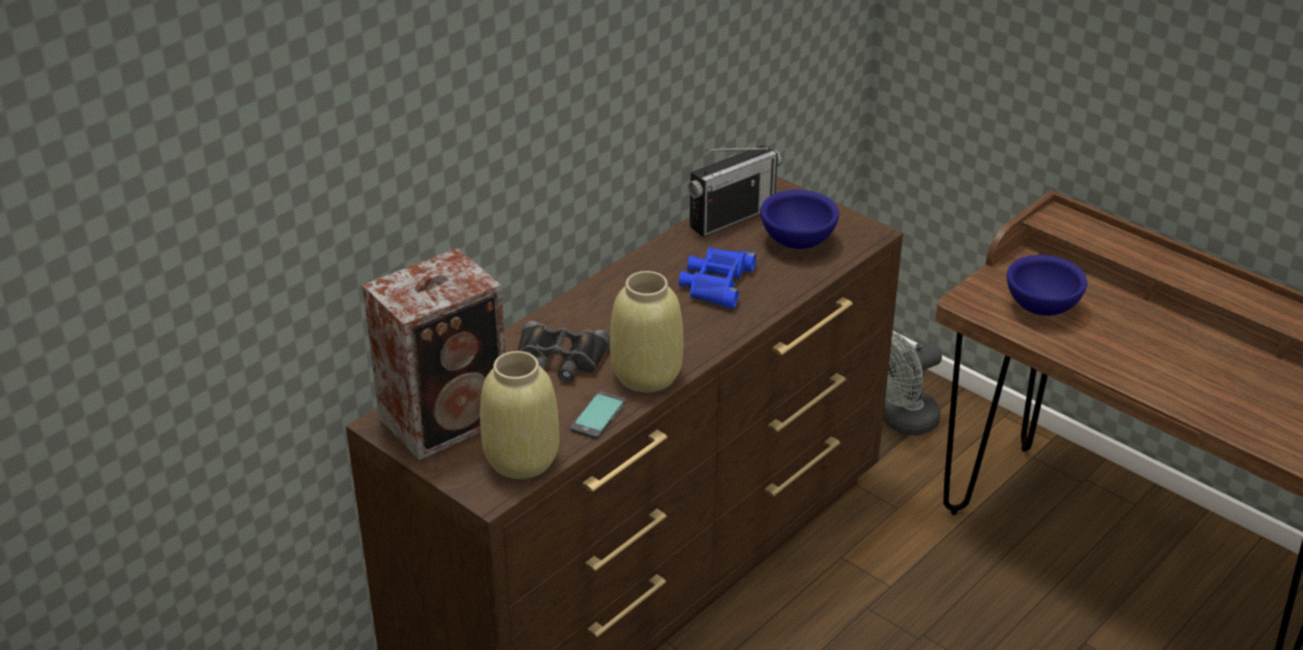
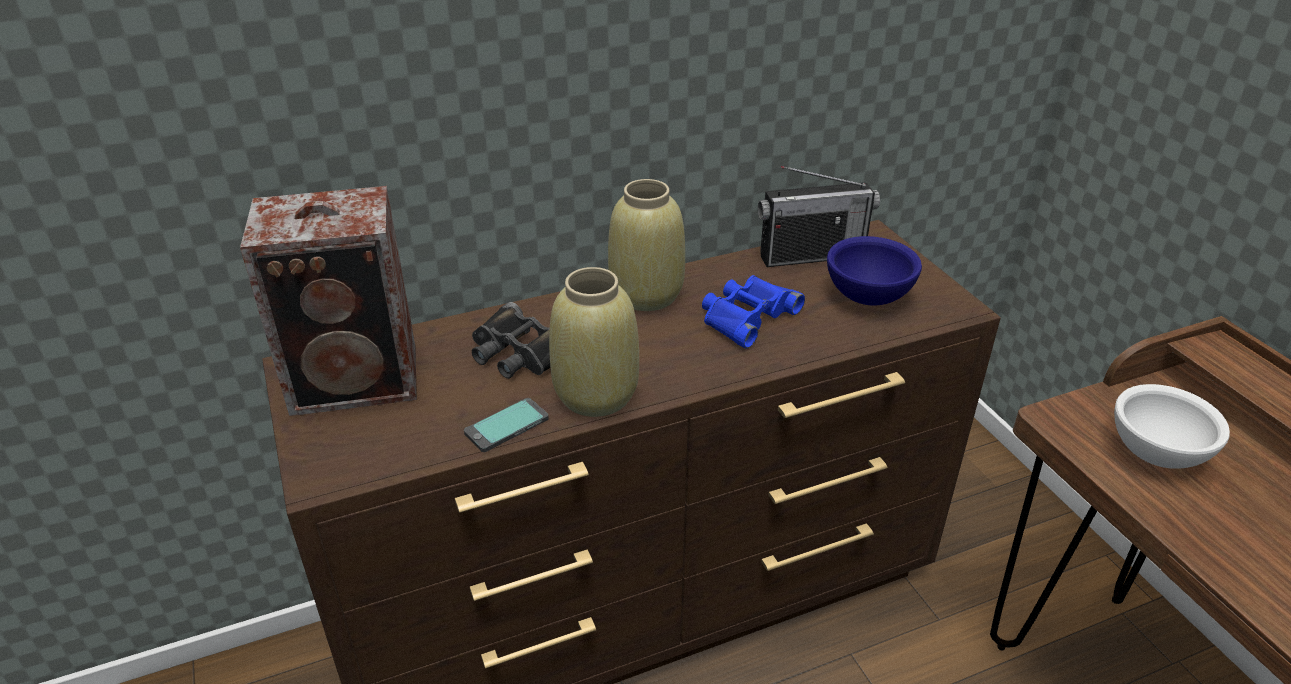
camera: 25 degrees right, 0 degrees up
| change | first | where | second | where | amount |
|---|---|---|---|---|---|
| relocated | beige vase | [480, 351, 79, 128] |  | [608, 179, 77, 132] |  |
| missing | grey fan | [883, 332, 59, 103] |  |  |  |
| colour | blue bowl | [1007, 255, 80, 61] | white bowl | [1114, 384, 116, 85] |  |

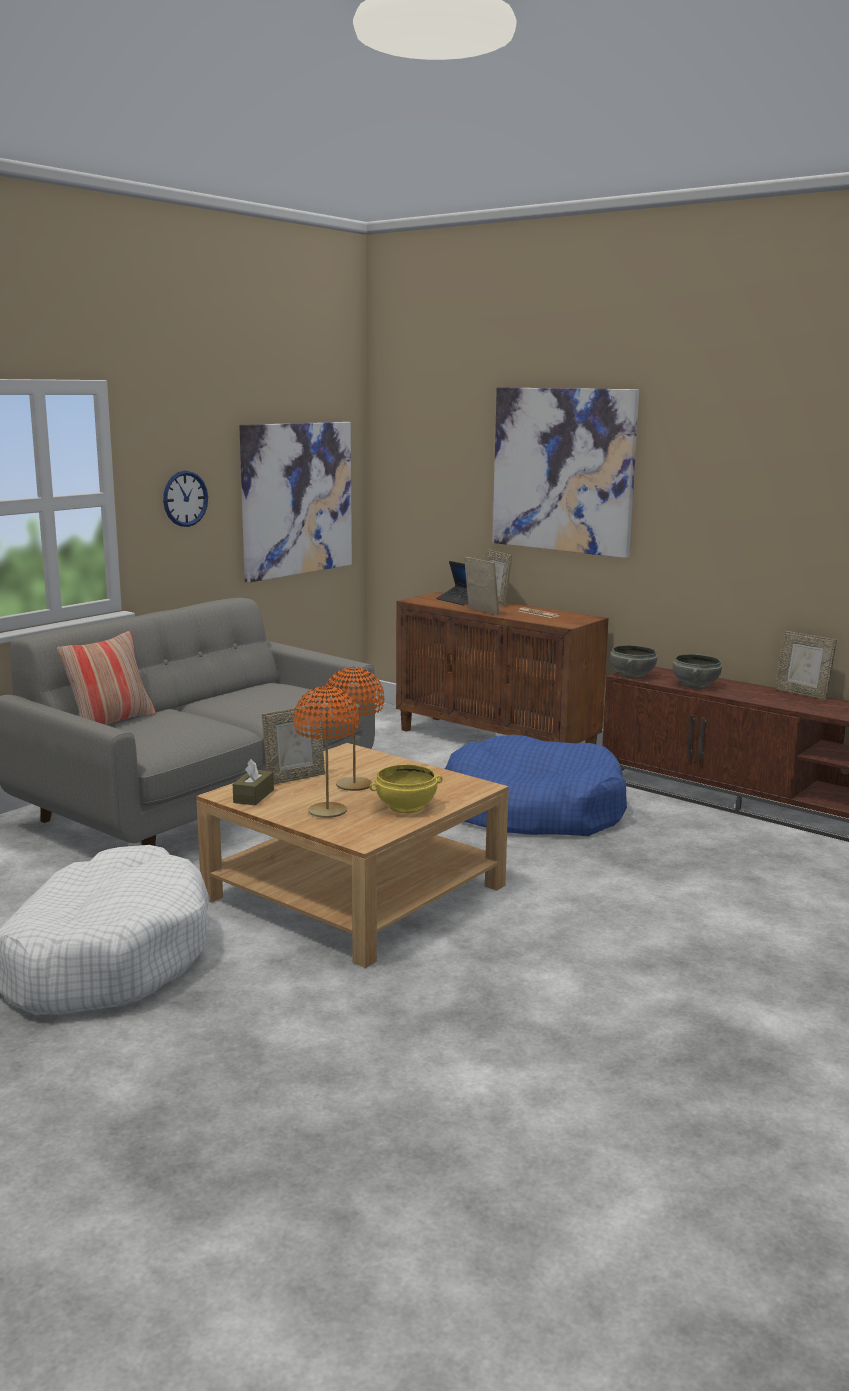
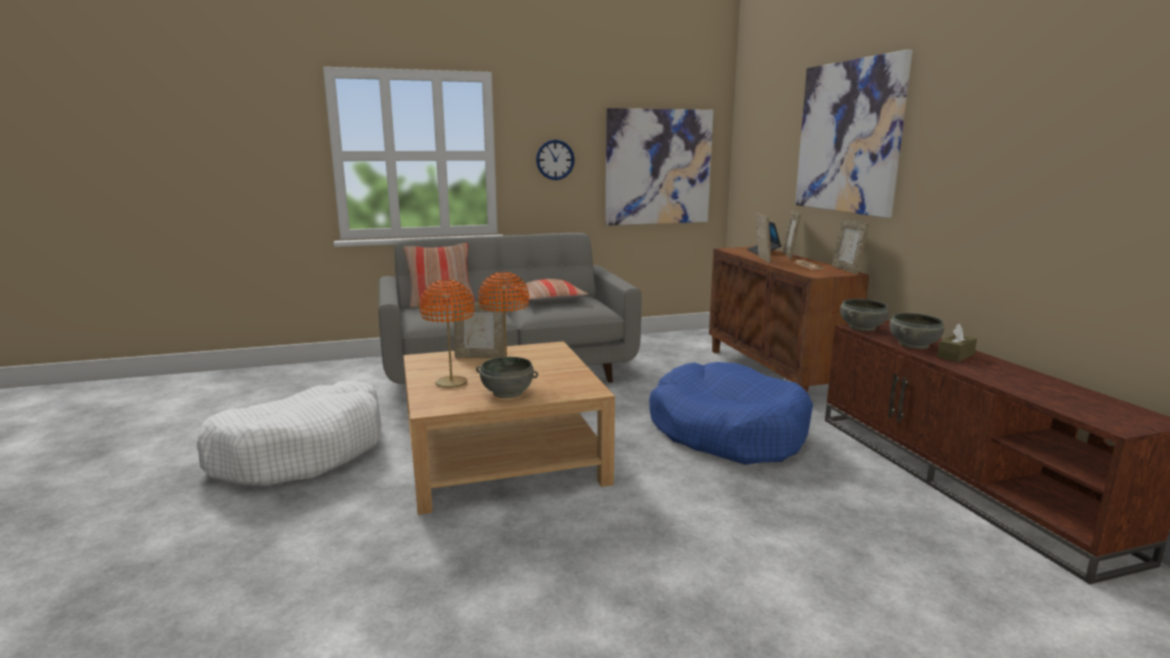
camera: 35 degrees right, 0 degrees up
| change | first | where | second | where | amount |
|---|---|---|---|---|---|
| relocated | brown tissue box | [233, 759, 41, 47] |  | [937, 324, 40, 38] |  |
| colour | yellow bowl | [369, 764, 74, 49] | grey bowl | [476, 357, 62, 41] |  |
| relocated | picture frame | [775, 631, 62, 69] |  | [832, 219, 37, 55] |  |
| appeared |  |  | pillow | [511, 279, 77, 23] |  |

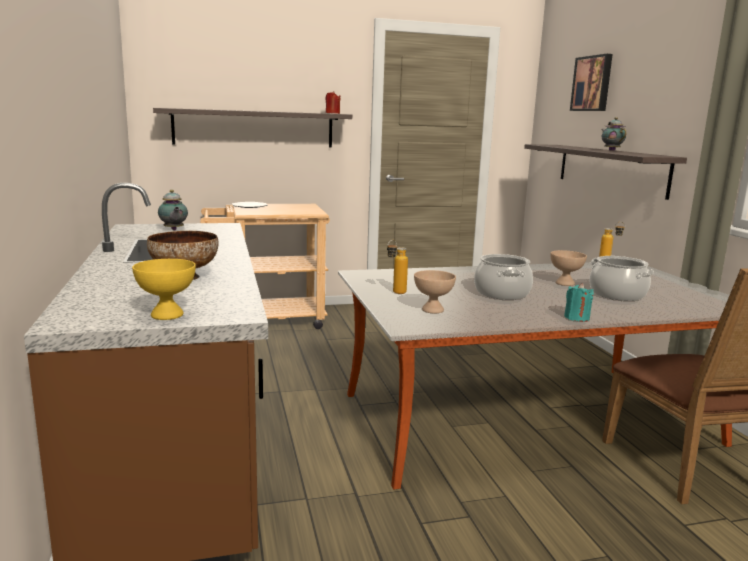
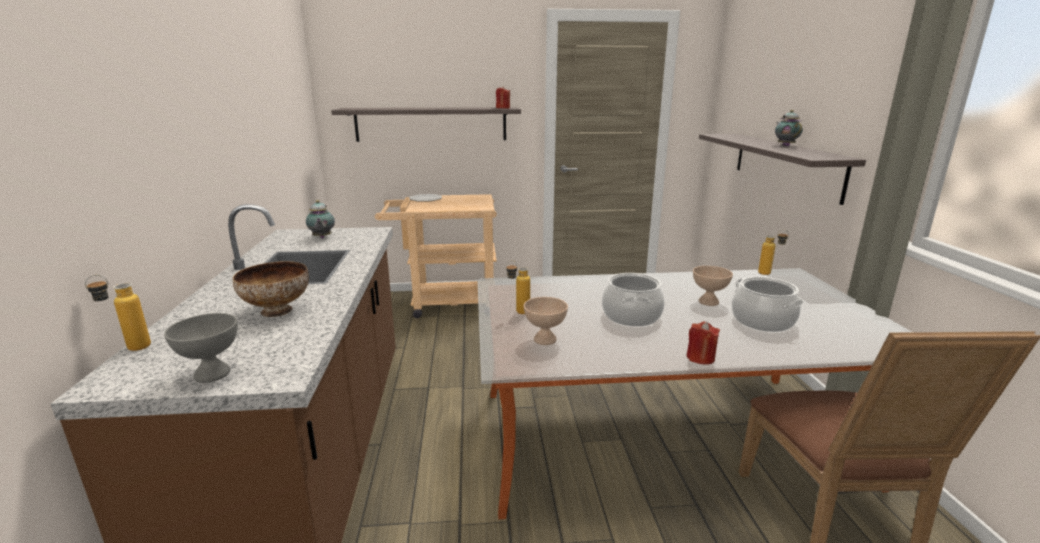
camera: 10 degrees right, 5 degrees up
| change | first | where | second | where | amount |
|---|---|---|---|---|---|
| colour | yellow bowl | [132, 259, 64, 61] | grey bowl | [164, 313, 74, 70] |  |
| colour | turquoise candle | [564, 283, 30, 39] | red candle | [686, 321, 34, 44] |  |
| missing | picture | [570, 54, 43, 57] |  |  |  |
| appeared |  |  | bottle | [85, 275, 66, 76] |  |

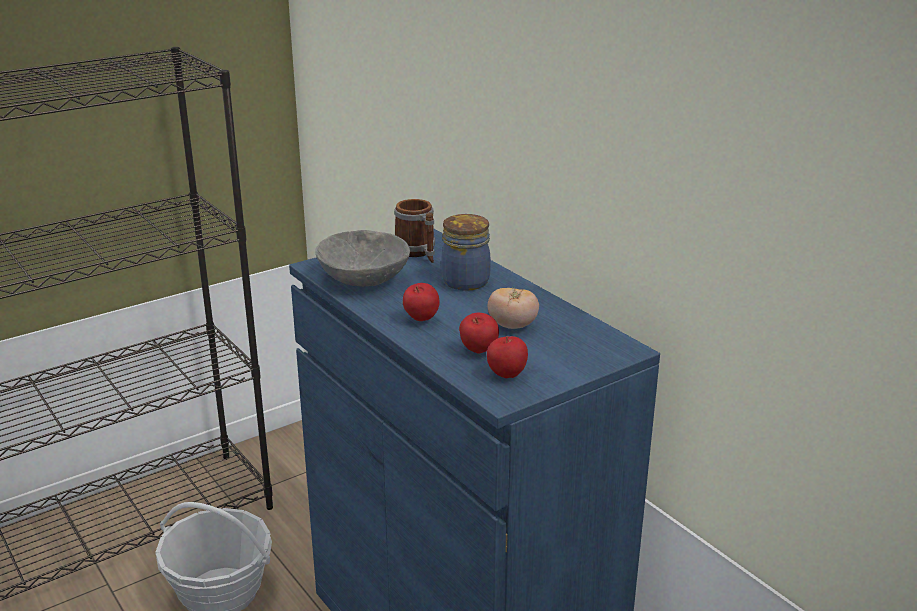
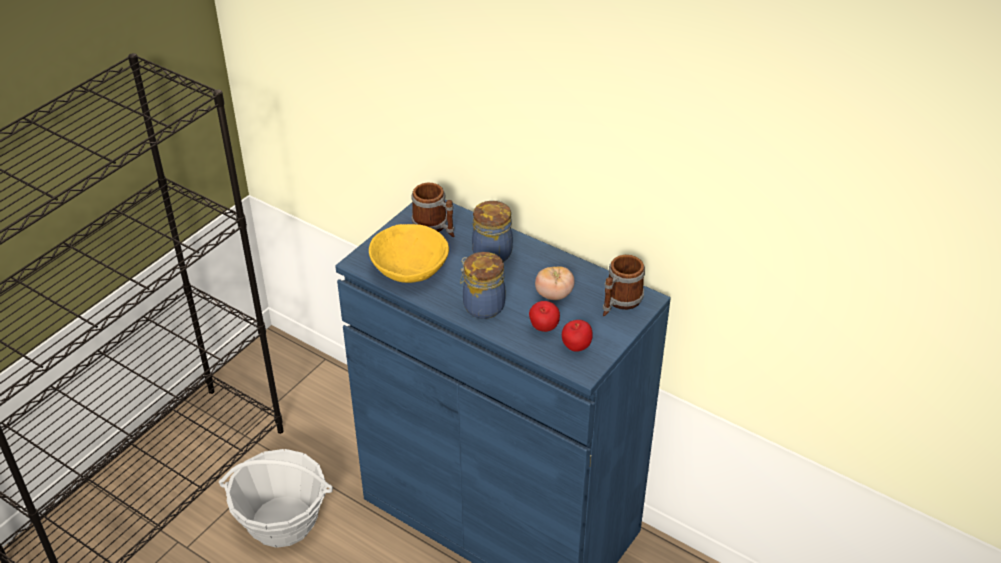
camera: 20 degrees left, 15 degrees up
| change | first | where | second | where | amount |
|---|---|---|---|---|---|
| colour | grey bowl | [315, 230, 95, 57] | yellow bowl | [369, 224, 80, 59] |  |
| exchanged | apple | [403, 283, 37, 38] | jar | [460, 252, 45, 67] |  |
| appeared |  |  | mug | [603, 255, 42, 61] |  |

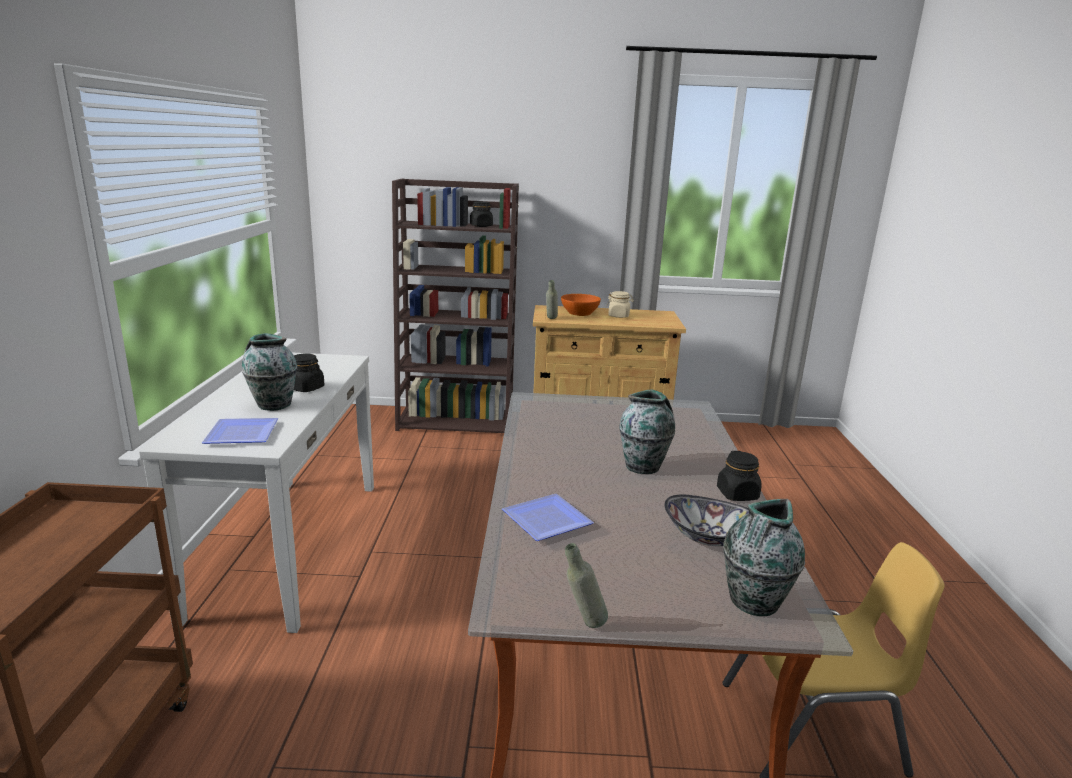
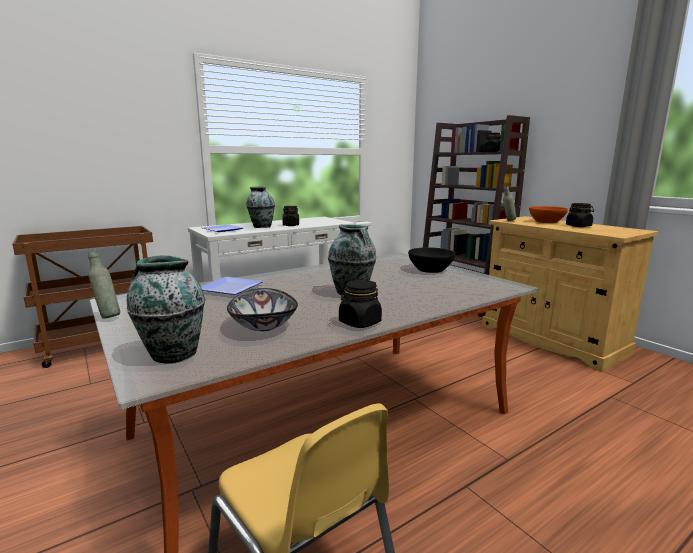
camera: 55 degrees right, 5 degrees down
| change | first | where | second | where | amount |
|---|---|---|---|---|---|
| colour | beige jar | [607, 291, 27, 27] | black jar | [566, 203, 28, 24] |  |
| appeared |  |  | black bowl | [408, 247, 47, 26] |  |

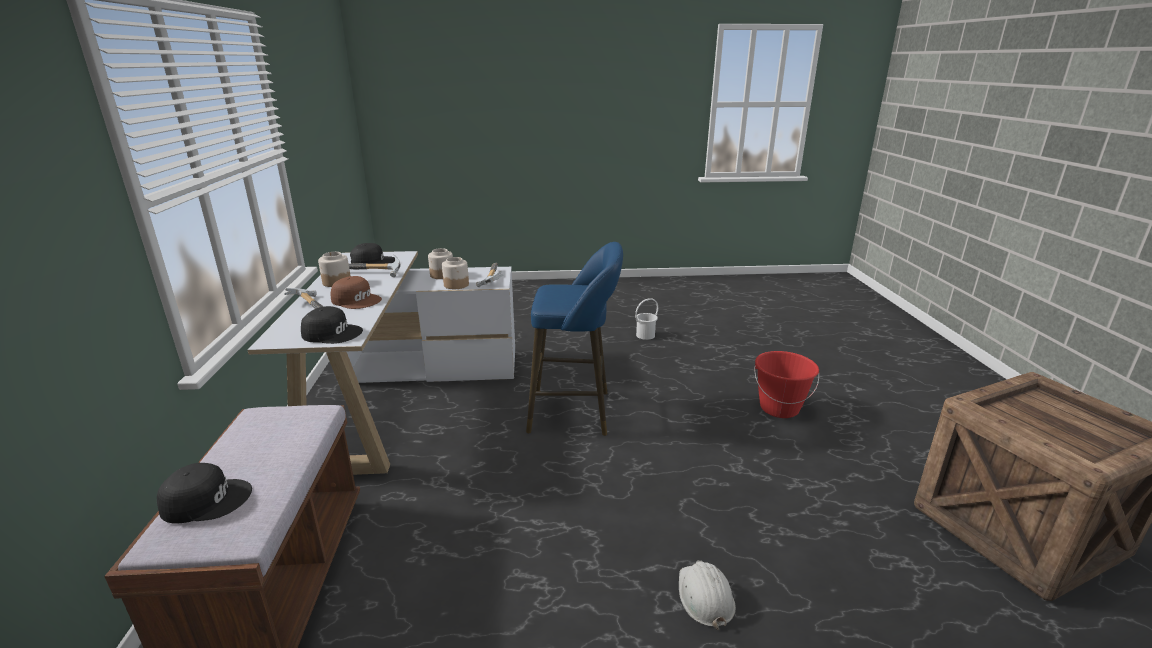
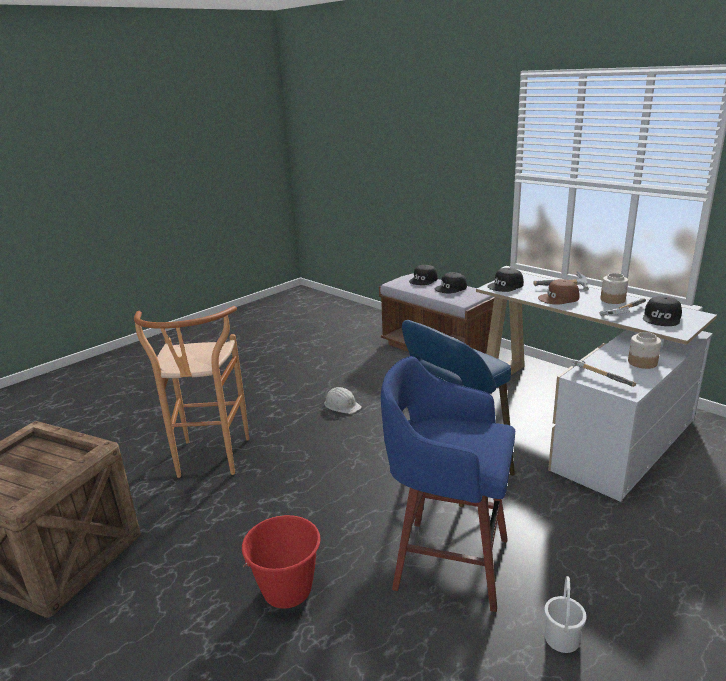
camera: 140 degrees right, 0 degrees up
| change | first | where | second | where | amount |
|---|---|---|---|---|---|
| missing | jar | [442, 257, 27, 32] |  |  |  |
| relocated | white hard hat | [679, 560, 57, 70] |  | [324, 387, 38, 27] |  |
| appeared |  |  | brown stool | [134, 306, 115, 172] |  |
| appeared |  |  | blue stool | [381, 356, 134, 256] |  |
| appeared |  |  | black cap | [435, 272, 32, 21] |  |

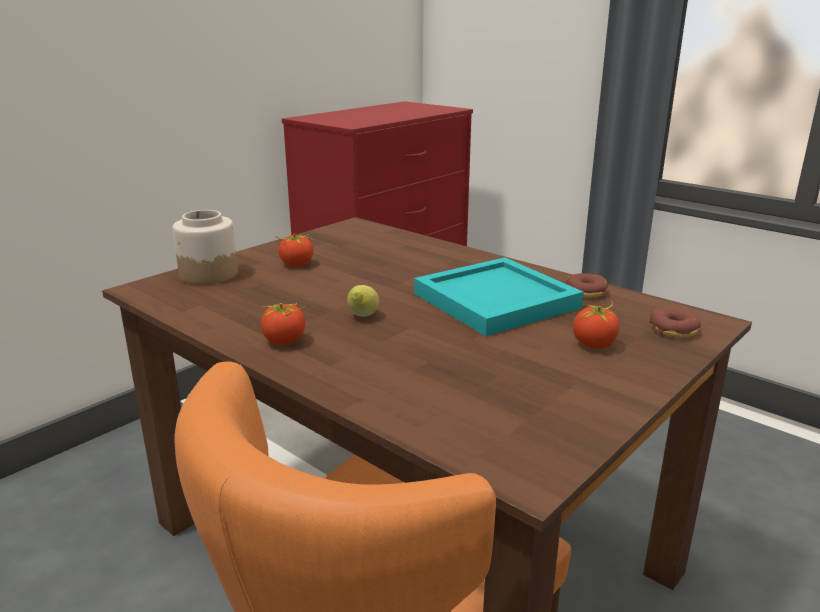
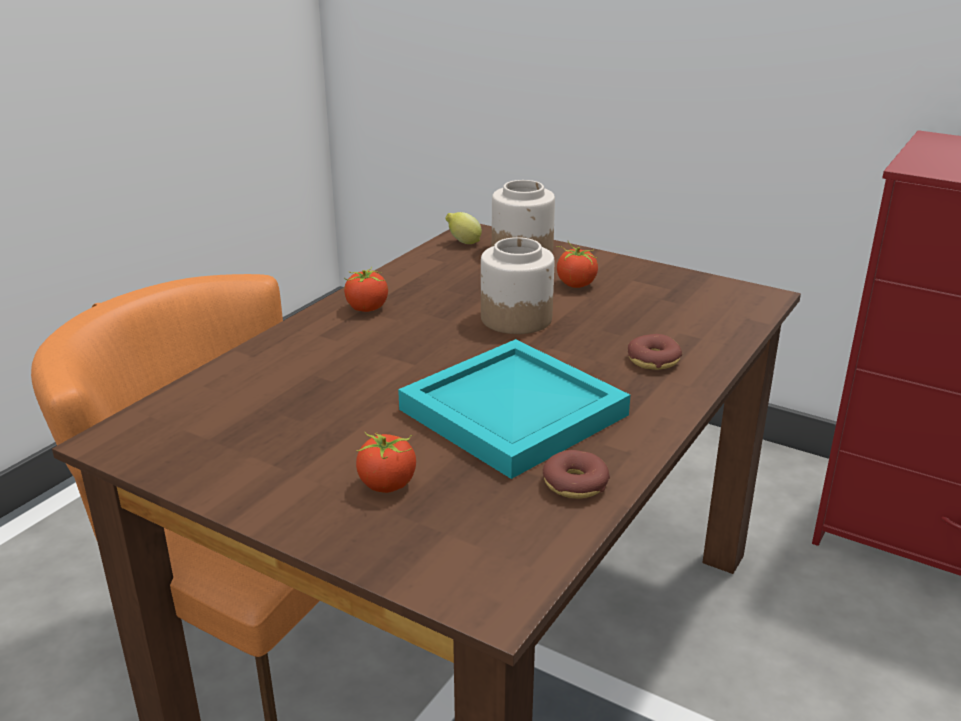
camera: 80 degrees right, 5 degrees up
| change | first | where | second | where | amount |
|---|---|---|---|---|---|
| relocated | lemon | [347, 285, 32, 32] |  | [445, 212, 37, 32] |  |
| relocated | donut | [650, 308, 51, 30] |  | [628, 334, 54, 36] |  |
| appeared |  |  | jar | [481, 237, 73, 97] |  |

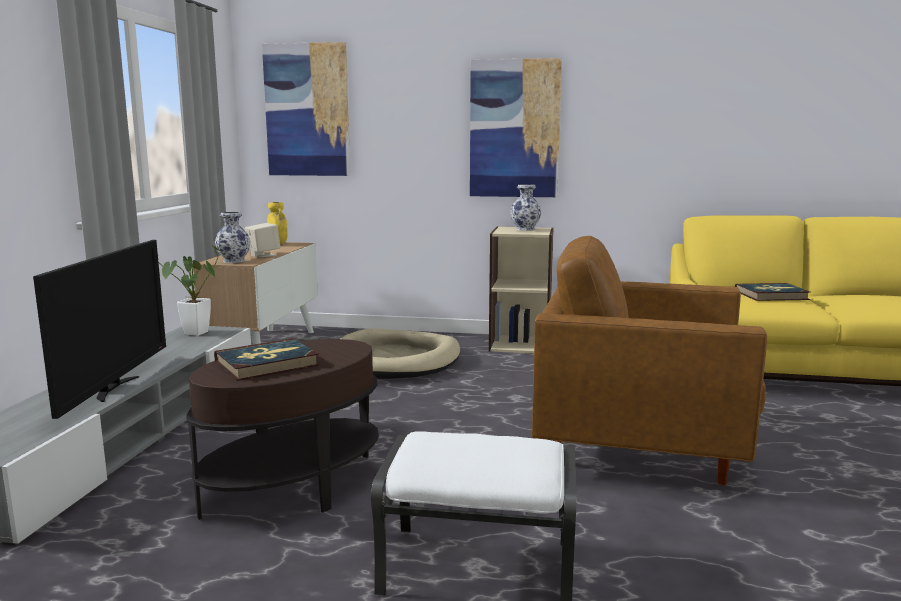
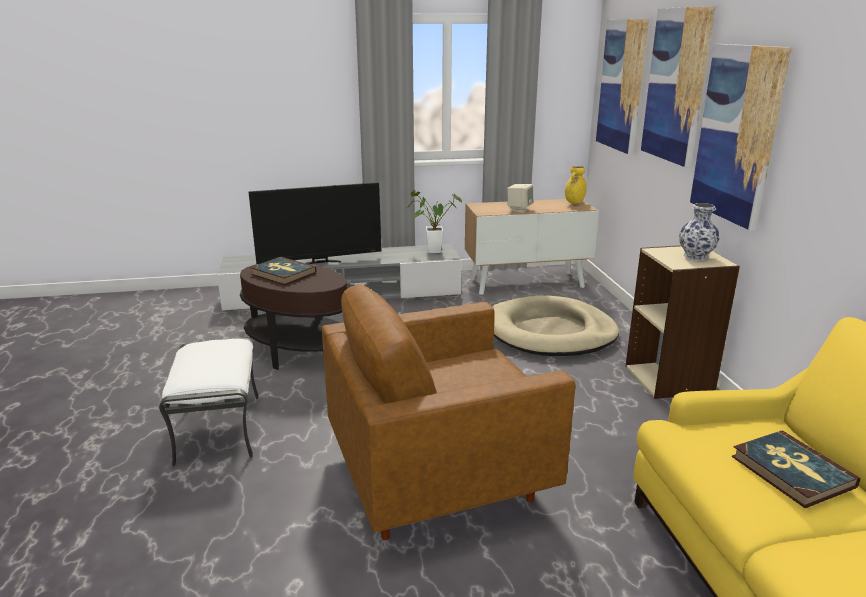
camera: 70 degrees right, 10 degrees up
| change | first | where | second | where | amount |
|---|---|---|---|---|---|
| missing | vase | [215, 212, 36, 51] |  |  |  |
| spun | brown armchair | [532, 236, 235, 249] |  | [321, 284, 254, 256] | 105 degrees counterclockwise |
| appeared |  |  | picture | [641, 6, 74, 161] |  |

